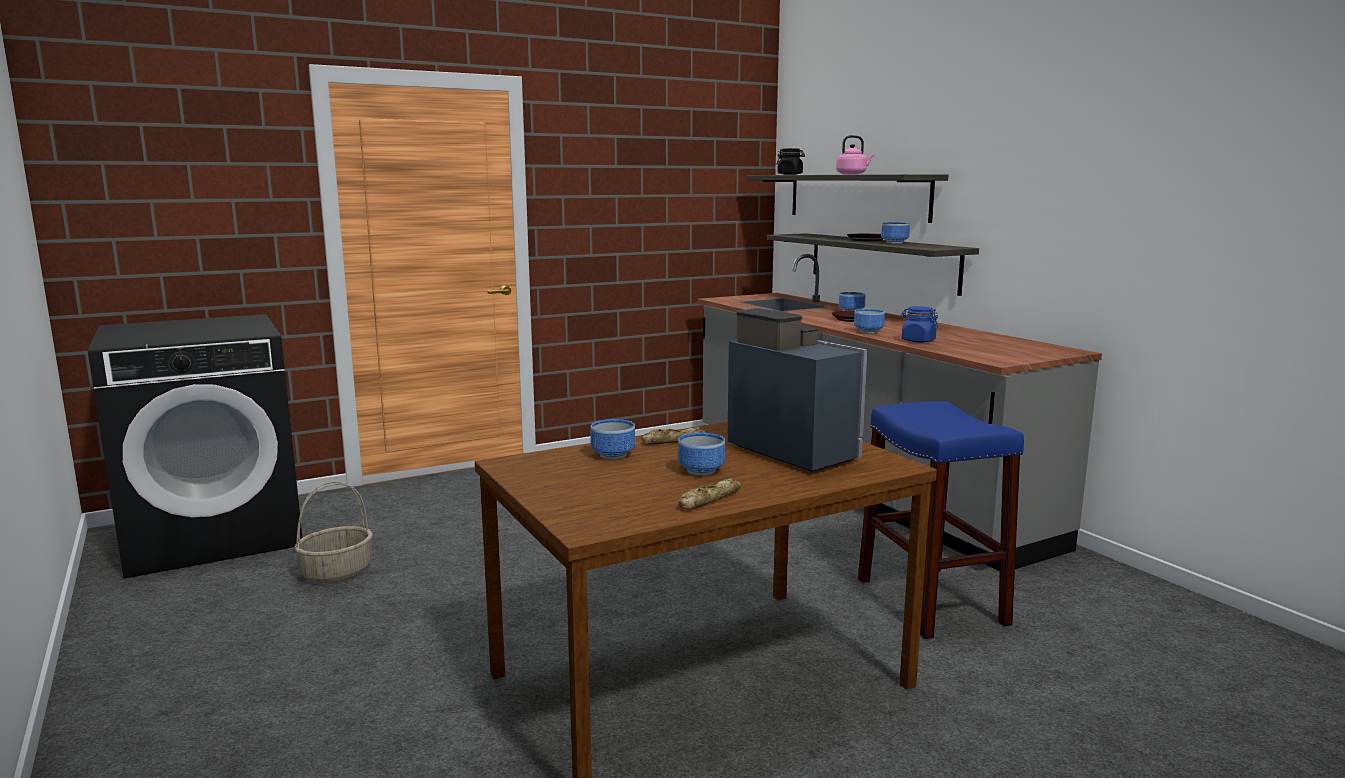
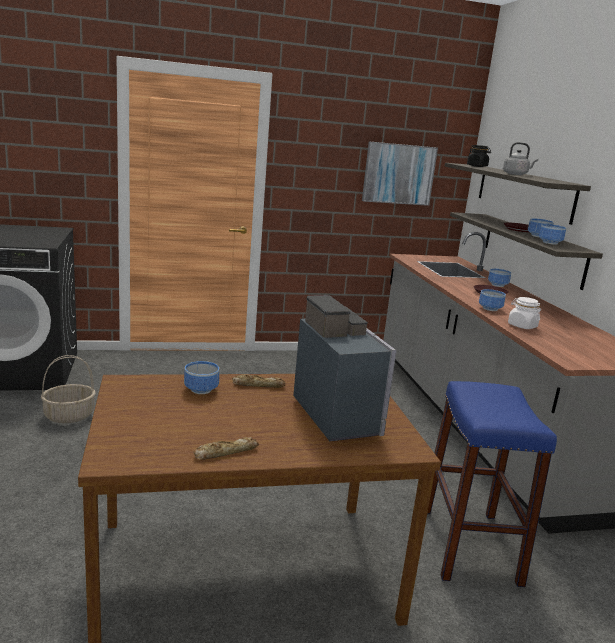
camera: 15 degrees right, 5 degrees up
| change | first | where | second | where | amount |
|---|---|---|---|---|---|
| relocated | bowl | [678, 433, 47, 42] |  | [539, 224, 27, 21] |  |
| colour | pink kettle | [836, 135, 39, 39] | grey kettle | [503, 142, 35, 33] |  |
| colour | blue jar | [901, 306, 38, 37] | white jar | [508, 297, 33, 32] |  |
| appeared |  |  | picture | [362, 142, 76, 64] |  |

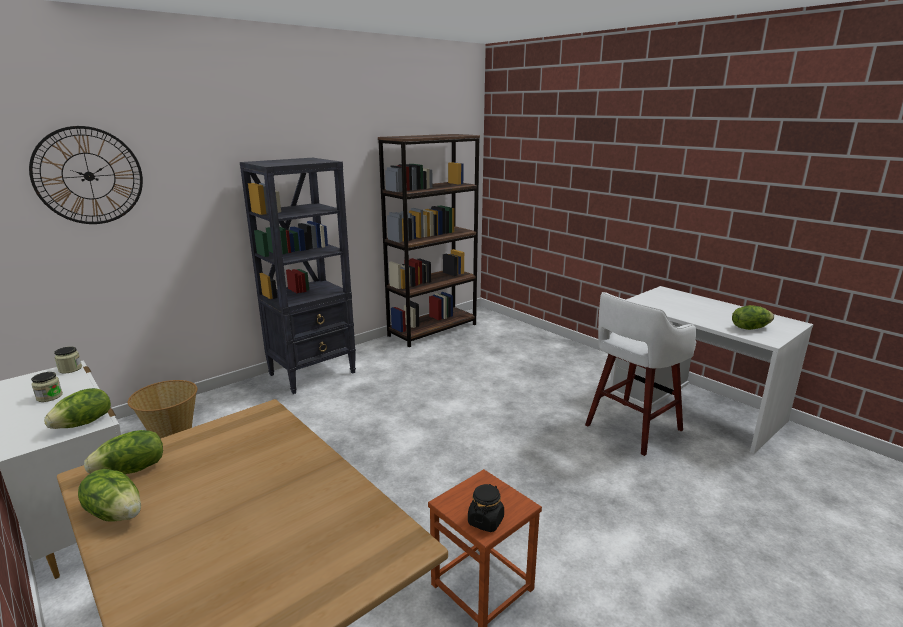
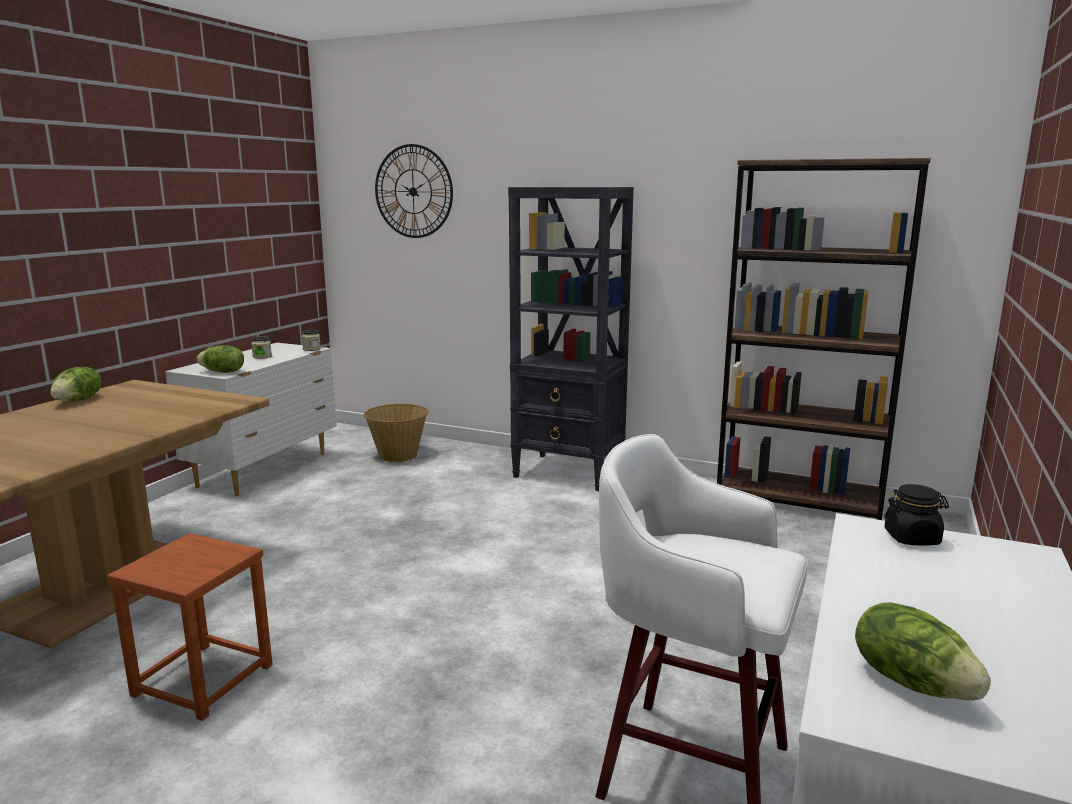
camera: 65 degrees right, 5 degrees down
| change | first | where | second | where | amount |
|---|---|---|---|---|---|
| missing | lettuce | [84, 430, 79, 44] |  |  |  |
| relocated | black jar | [468, 484, 36, 48] |  | [884, 484, 65, 62] |  |

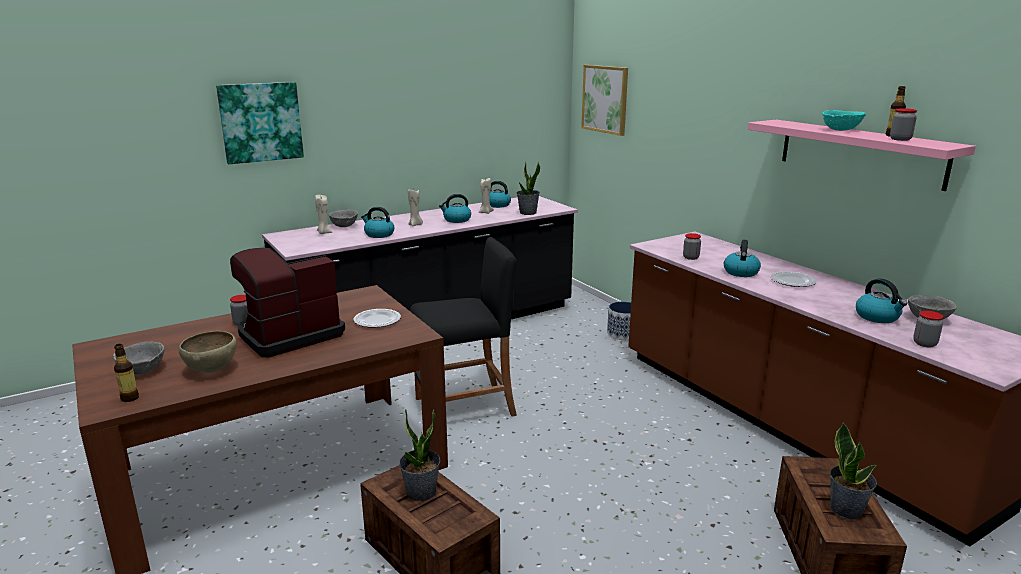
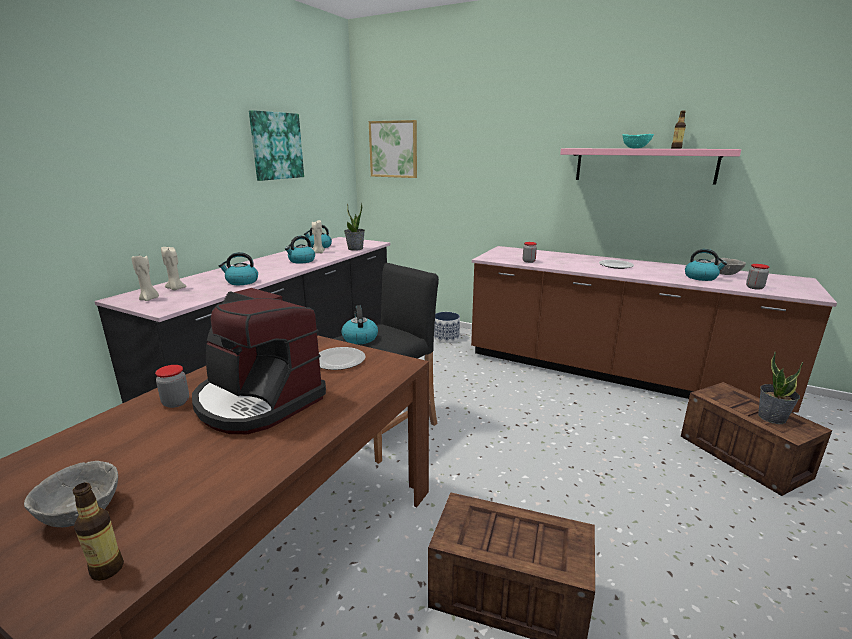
camera: 30 degrees left, 0 degrees up
| change | first | where | second | where | amount |
|---|---|---|---|---|---|
| missing | brown bowl | [179, 331, 58, 42] |  |  |  |
| relocated | picture | [216, 82, 88, 82] |  | [249, 110, 55, 71] |  |
| spun | coffee machine | [230, 248, 115, 109] |  | [192, 288, 134, 146] | 75 degrees counterclockwise |
| missing | grey bowl | [328, 209, 30, 18] |  |  |  |
| missing | potted plant | [399, 409, 41, 92] |  |  |  |
| relocated | beige candle | [408, 189, 15, 37] |  | [131, 255, 28, 46] |  |
| relocated | kettle | [724, 240, 37, 37] |  | [341, 305, 37, 39] |  |
| missing | jar | [890, 108, 27, 33] |  |  |  |

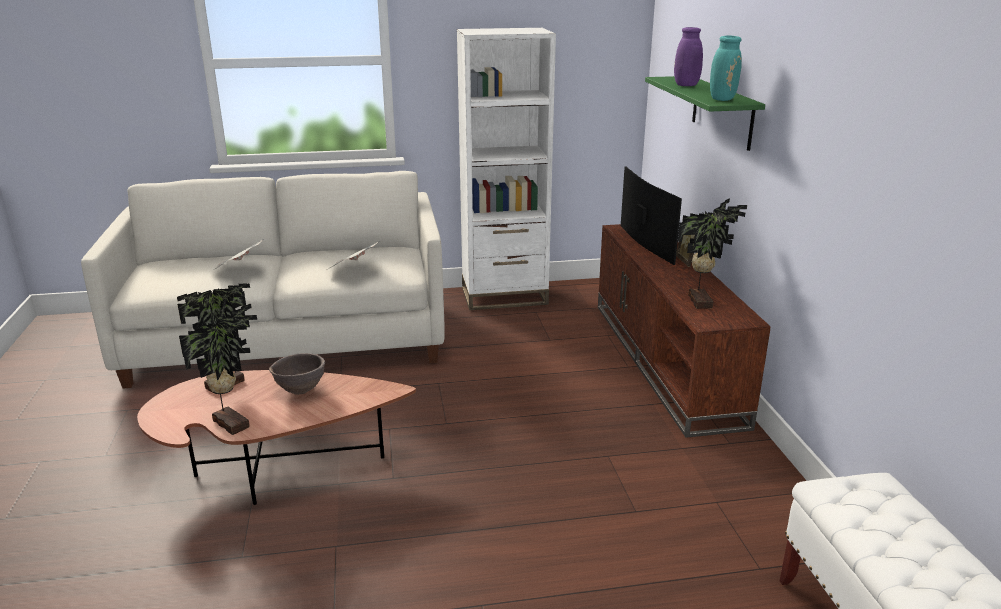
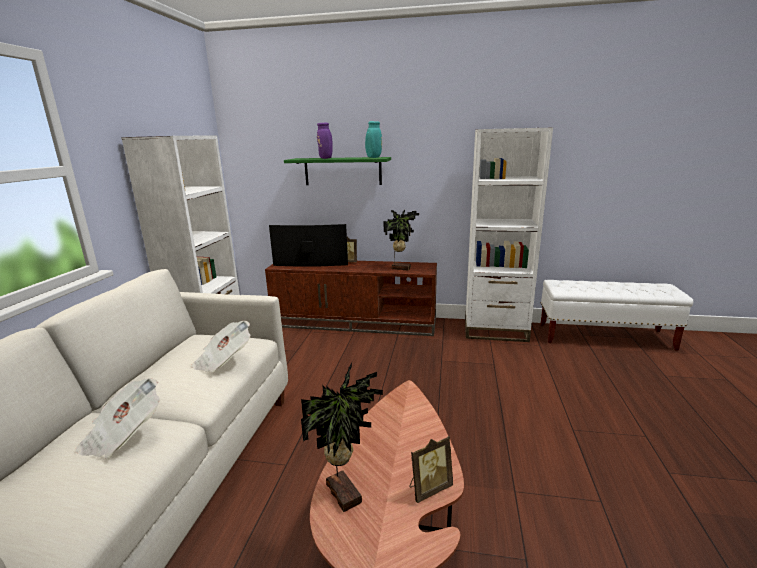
camera: 70 degrees left, 5 degrees down
| change | first | where | second | where | amount |
|---|---|---|---|---|---|
| exchanged | potted plant | [179, 299, 78, 136] | picture frame | [410, 436, 43, 67] |  |
| missing | brown bowl | [269, 353, 56, 42] |  |  |  |
| appeared |  |  | white bookcase | [465, 128, 88, 214] |  |

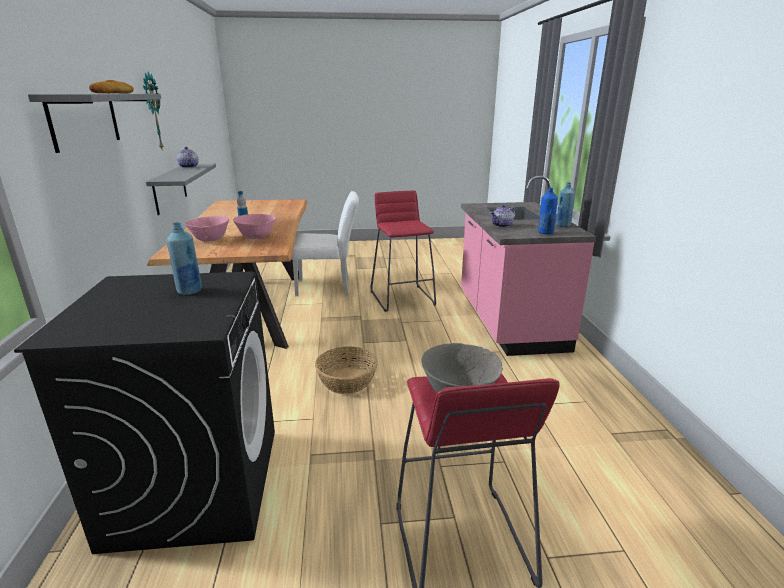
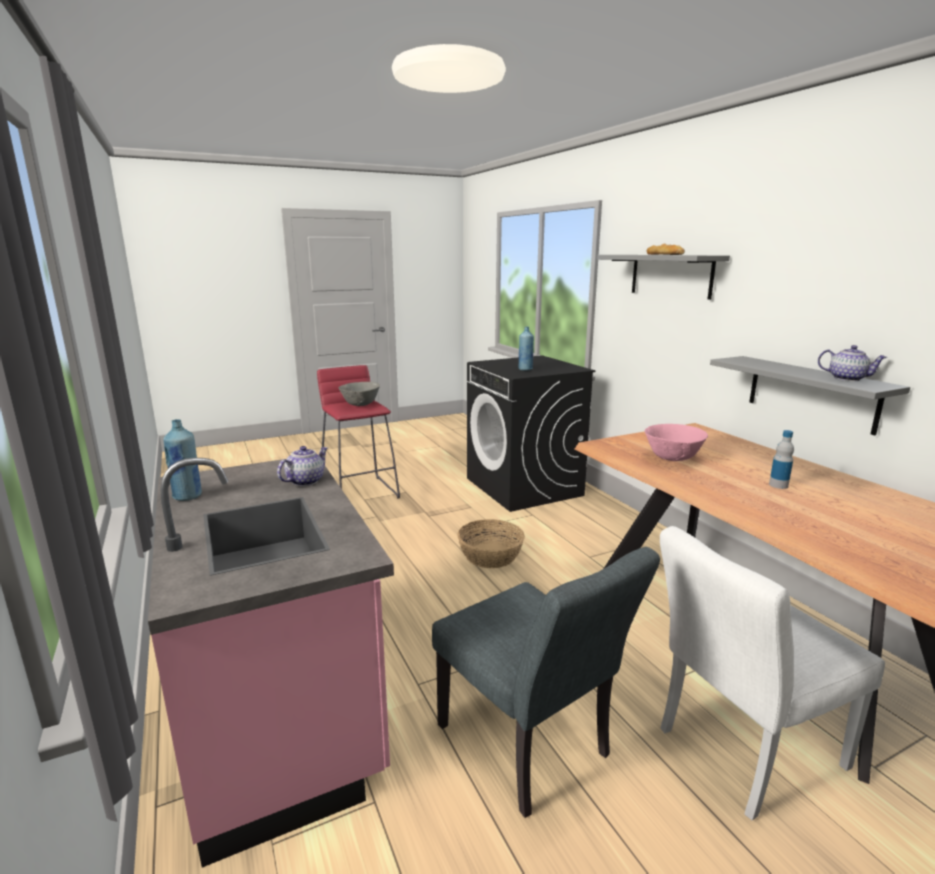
camera: 160 degrees right, 5 degrees down
| change | first | where | second | where | amount |
|---|---|---|---|---|---|
| missing | wall clock | [143, 72, 20, 77] |  |  |  |
| missing | pink bowl | [185, 216, 44, 26] |  |  |  |
| exchanged | red stool | [371, 191, 65, 121] | grey chair | [432, 547, 228, 271] |  |
| missing | blue bottle | [538, 187, 20, 47] |  |  |  |

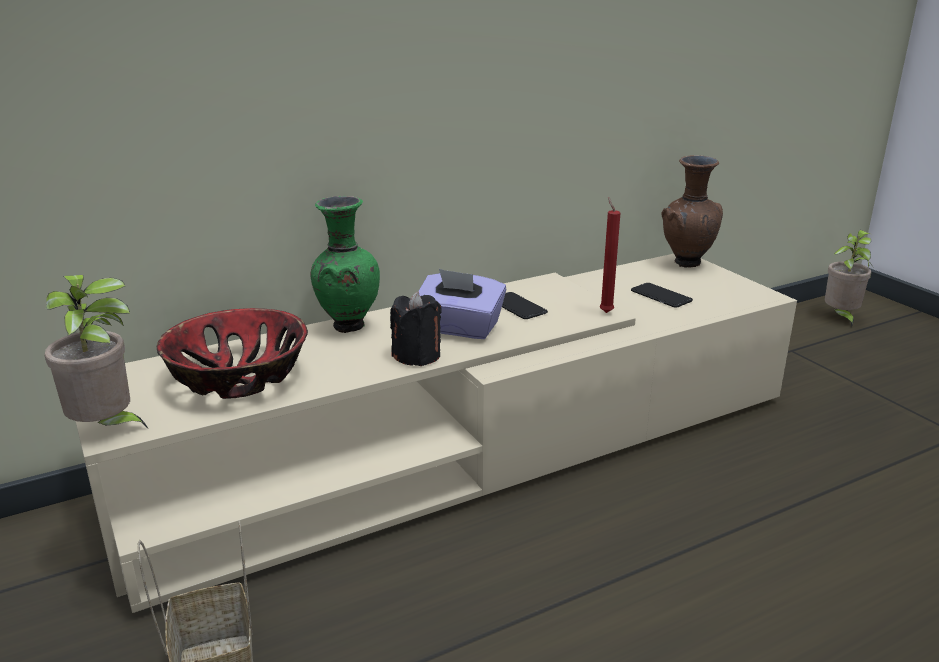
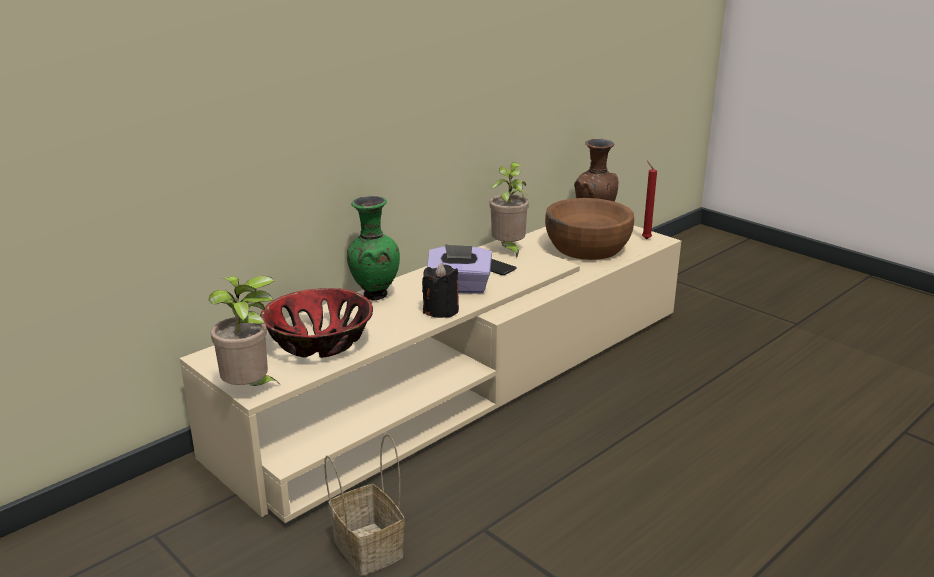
camera: 15 degrees left, 0 degrees up
| change | first | where | second | where | amount |
|---|---|---|---|---|---|
| relocated | red candle | [600, 197, 20, 116] |  | [642, 161, 15, 78] |  |
| exchanged | phone | [631, 283, 62, 25] | brown bowl | [545, 198, 89, 62] |  |
| relocated | potted plant | [825, 230, 46, 98] |  | [489, 162, 41, 96] |  |

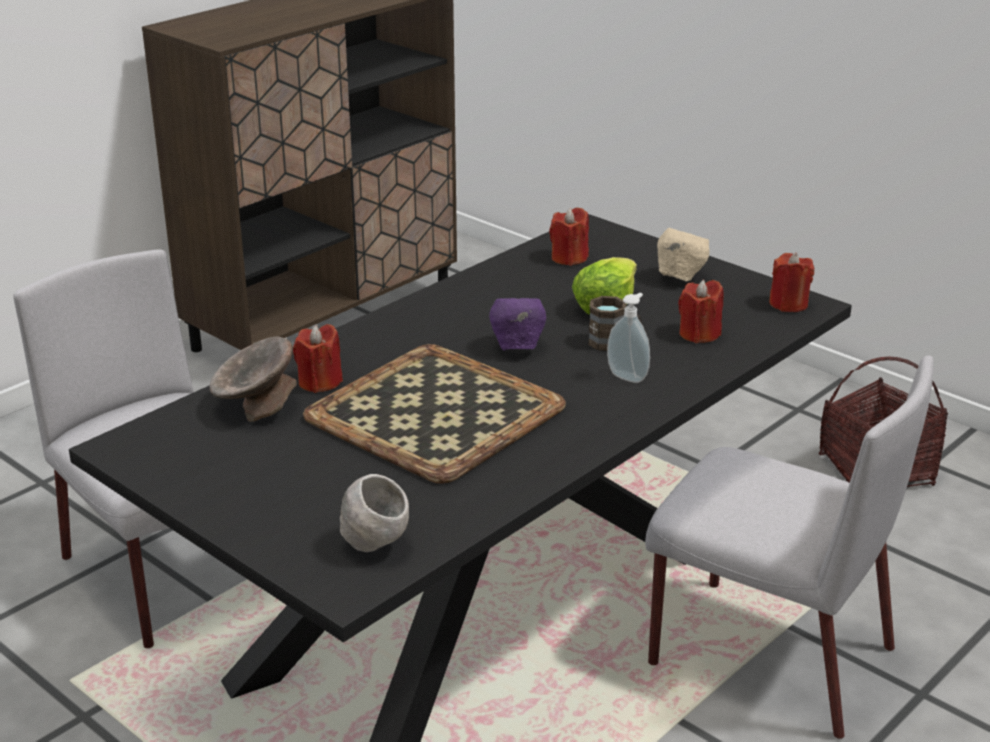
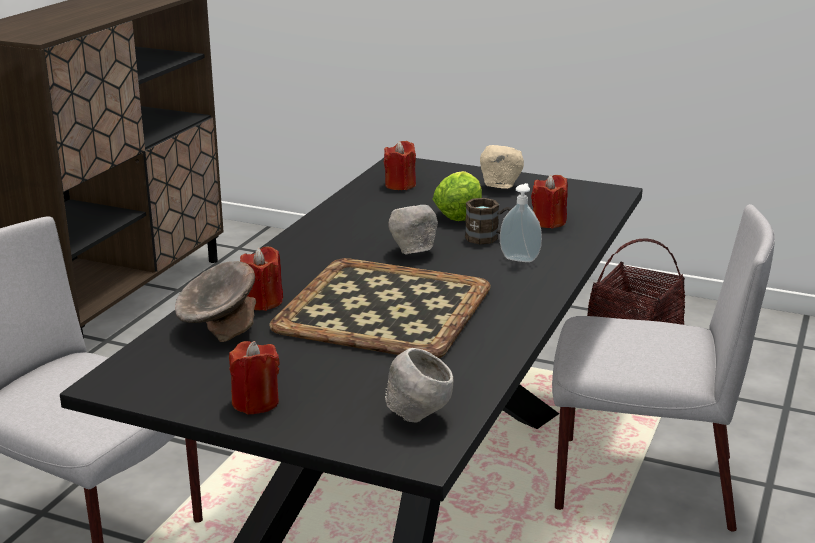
camera: 20 degrees left, 5 degrees down
| change | first | where | second | where | amount |
|---|---|---|---|---|---|
| colour | purple bowl | [489, 298, 57, 53] | grey bowl | [388, 205, 50, 50] |  |
| relocated | red candle | [769, 253, 45, 59] |  | [229, 341, 50, 74] |  |

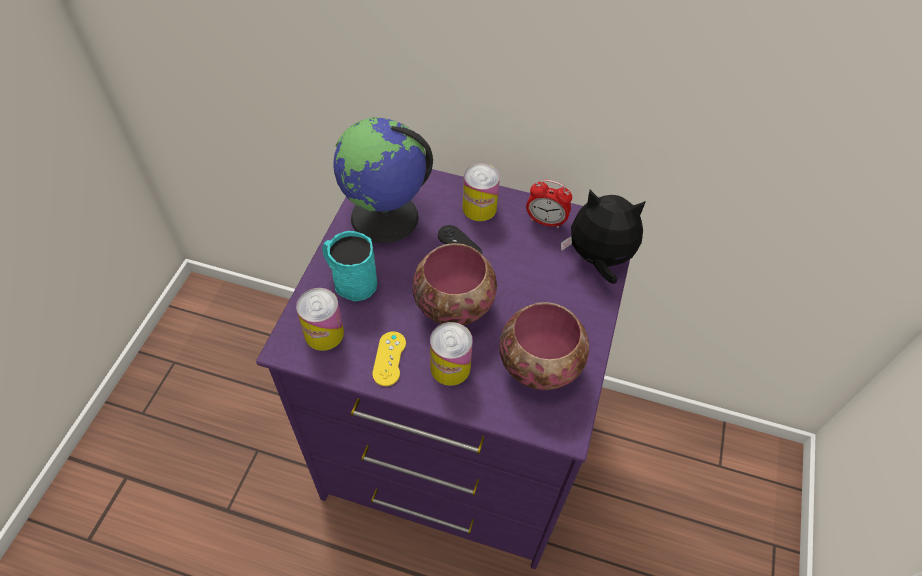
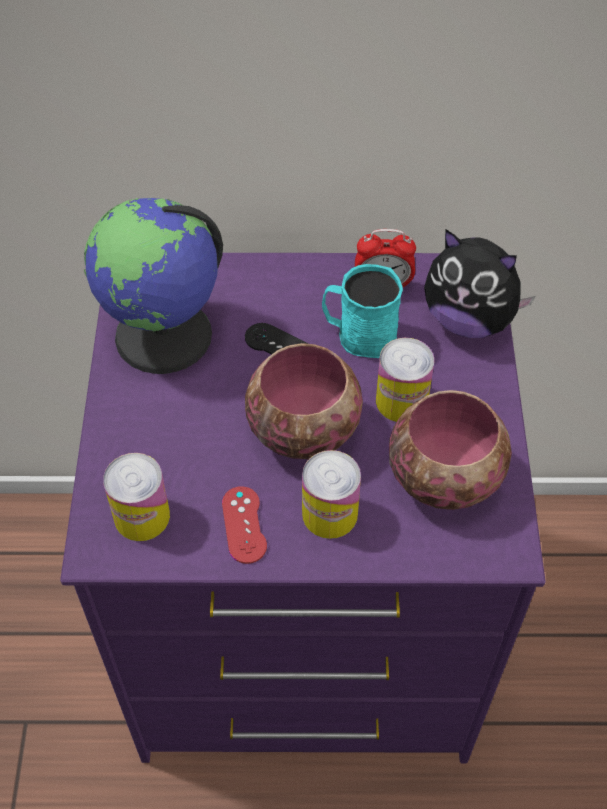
camera: 15 degrees left, 0 degrees up
| change | first | where | second | where | amount |
|---|---|---|---|---|---|
| relocated | turquoise mug | [323, 231, 54, 71] |  | [322, 264, 81, 94] |  |
| colour | yellow game controller | [372, 331, 34, 55] | red game controller | [222, 486, 45, 78] |  |
| relocated | can | [463, 163, 37, 58] |  | [376, 338, 58, 84] |  |
| spun | plush toy | [561, 190, 85, 94] |  | [424, 229, 112, 109] | 150 degrees counterclockwise |

